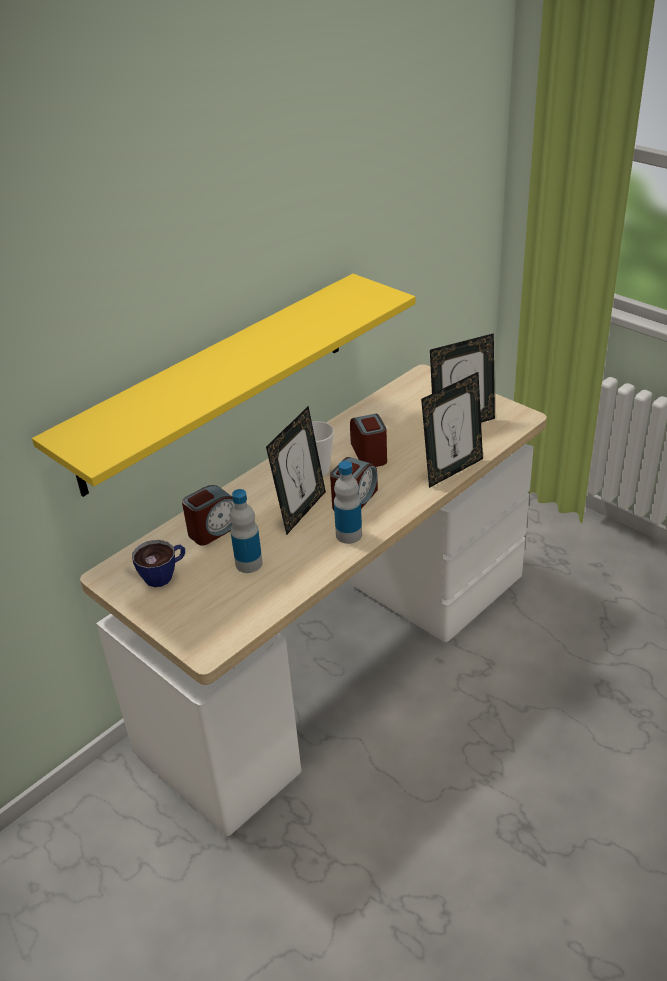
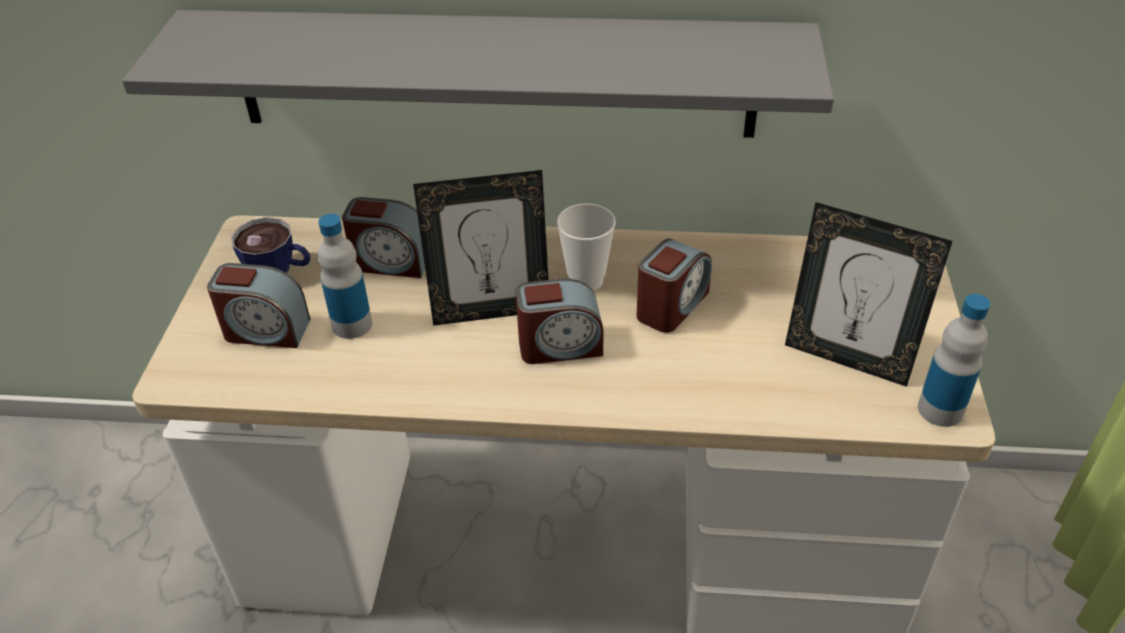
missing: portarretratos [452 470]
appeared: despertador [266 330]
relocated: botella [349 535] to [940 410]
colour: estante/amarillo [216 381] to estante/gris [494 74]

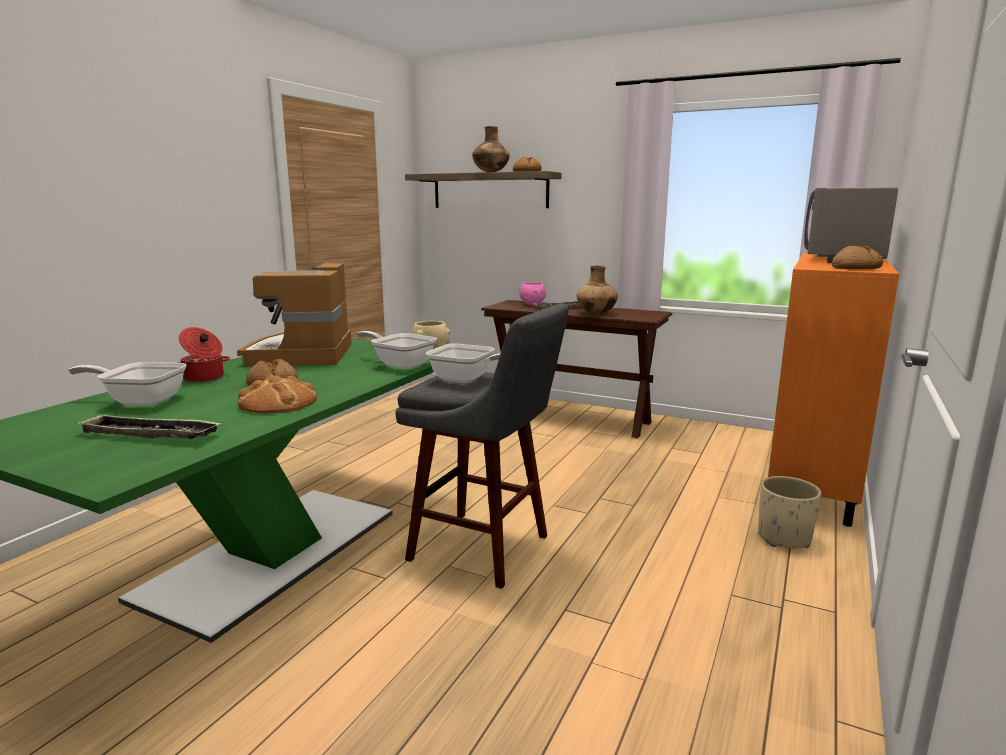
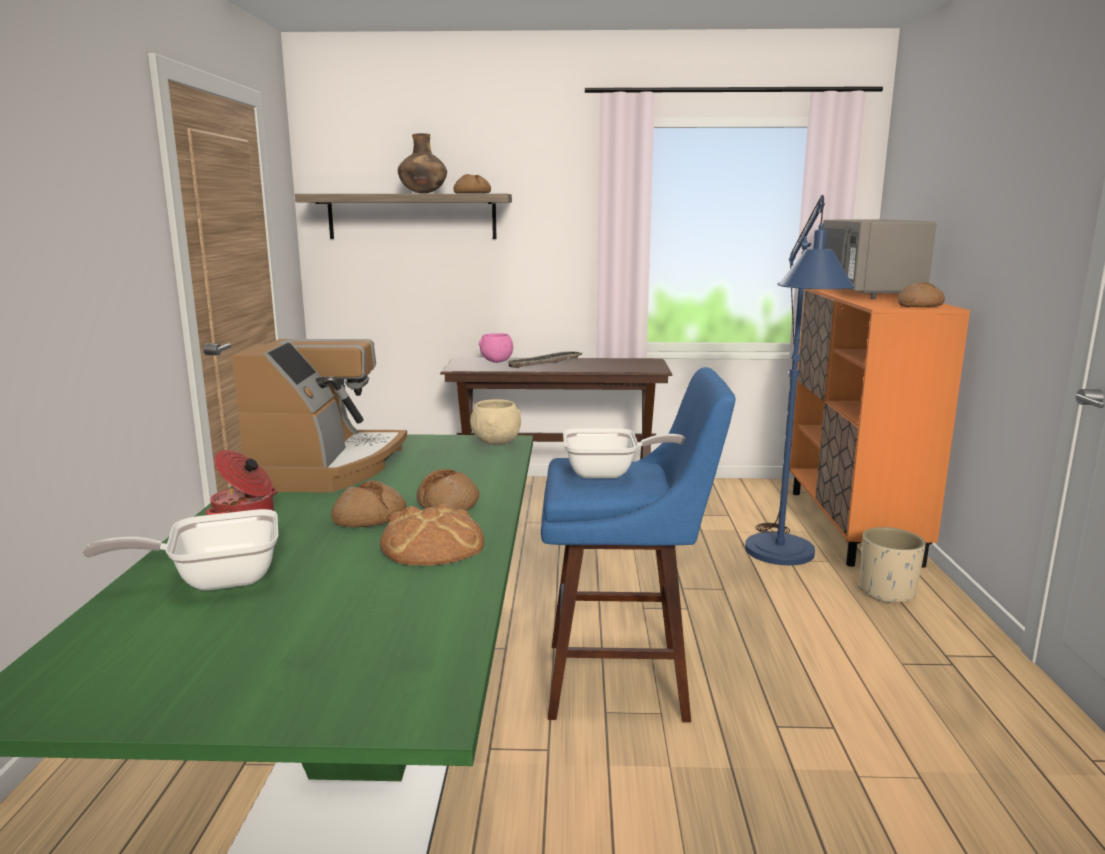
missing: florero/marrón [596 313]; sartén [400 364]; bandeja [149 434]
appeared: lámpara de pie/azul [781 559]; pan [448 504]
colour: taburete/gris [485 549] to taburete/azul [626 680]
spun: cafetera [302 355] = [326 468] 150 degrees counterclockwise

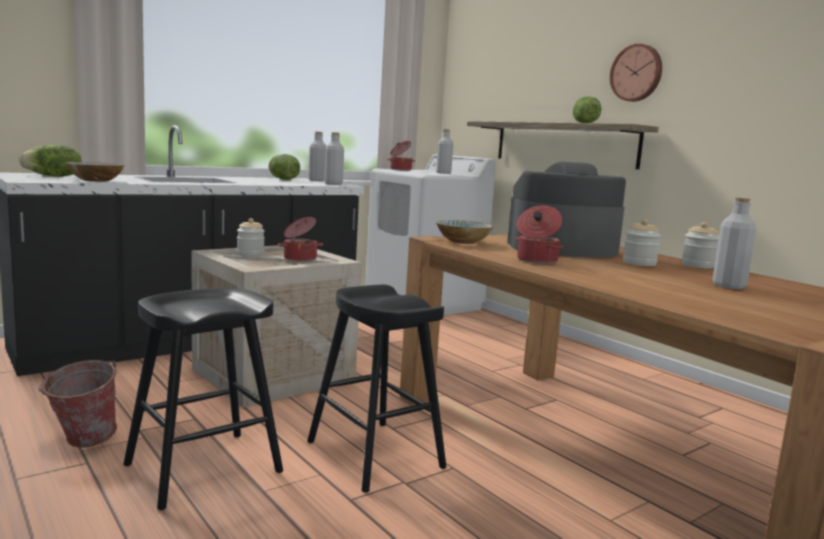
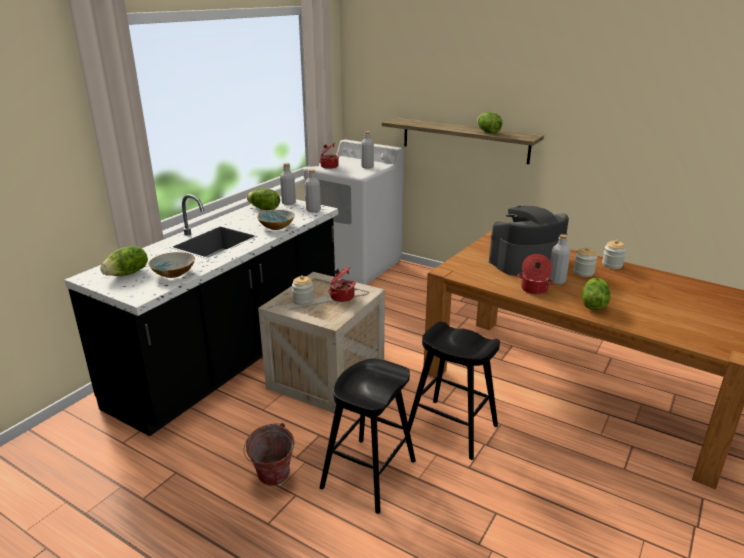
missing: reloj de pared [637 73]
appeared: lechuga [593 305]
relocated: botella/gris [728 286] to [556 281]; cuenco [464 242] to [277 226]

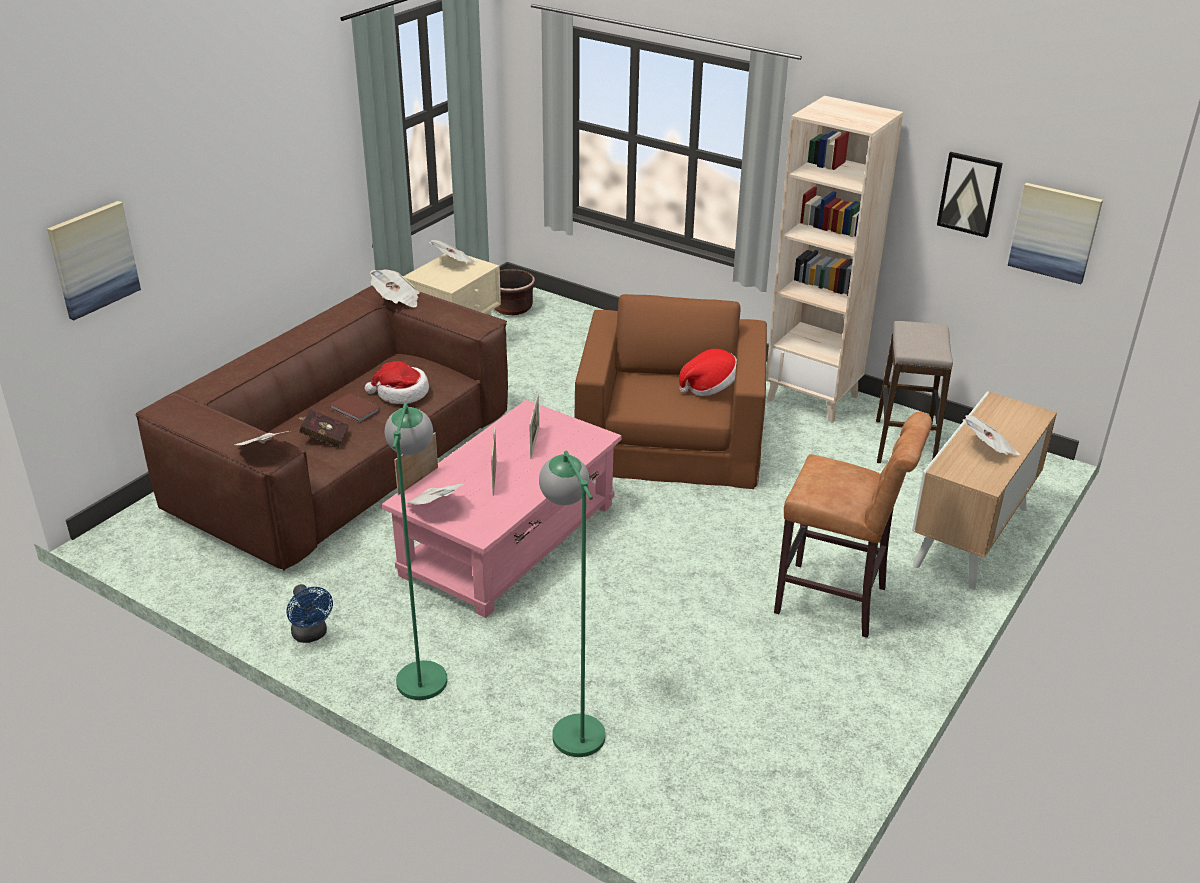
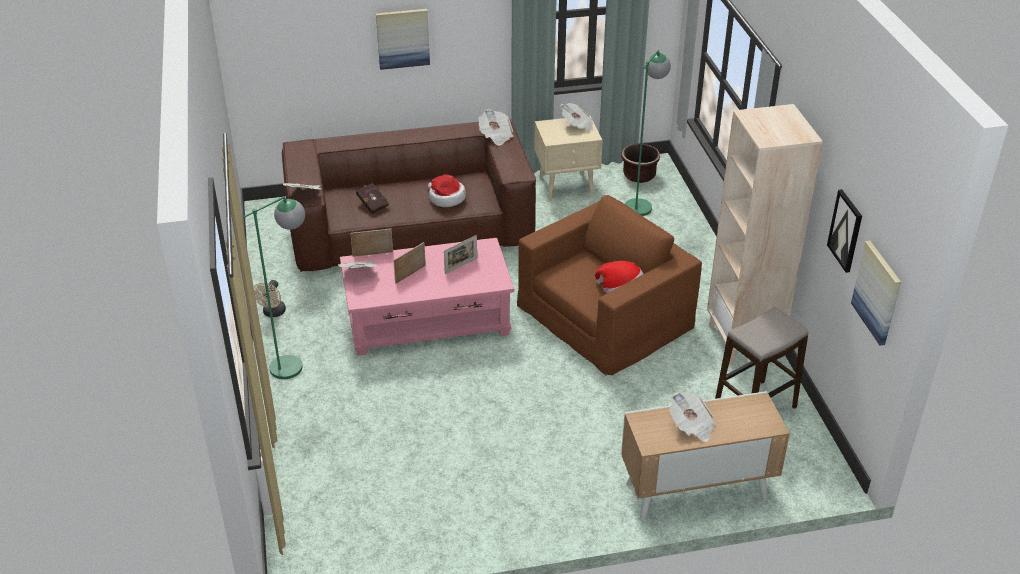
missing: libro/marrón [354 410]; taburete/marrón [837 602]
relocated: cuadro [93 259] to [403 38]; lámpara de pie/verde [572 723] to [641 203]
colour: ventilador/azul [311 635] to ventilador/beis [273 313]

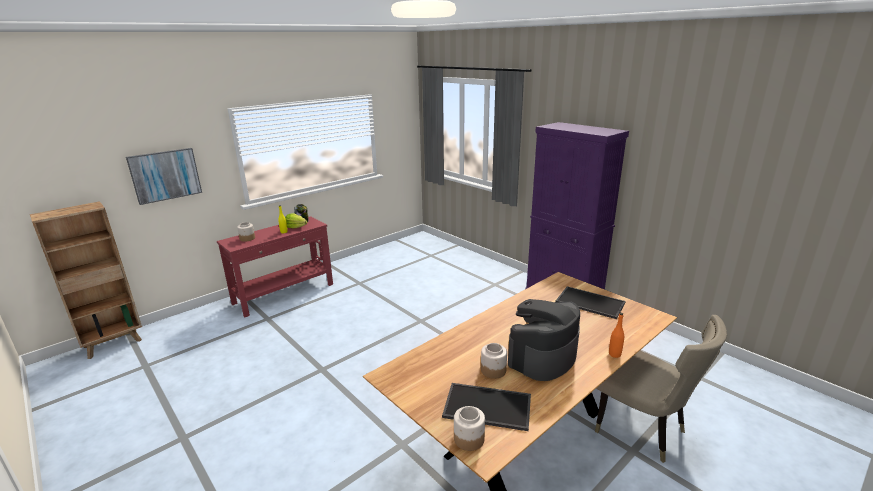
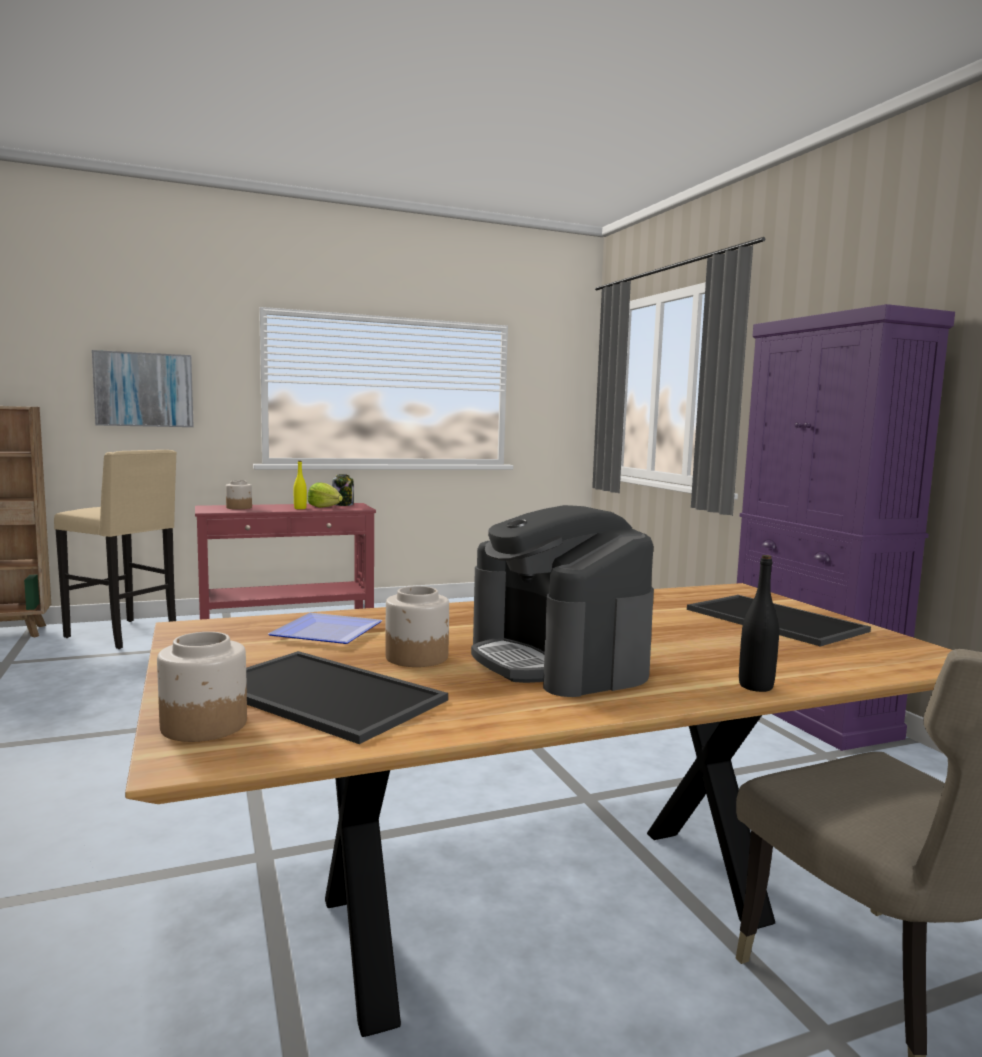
appeared: taburete/beis [125 635]; plato [325 632]
colour: botella/naranja [614 354] to botella/negro [755 686]
spun: cafetera [542 357] = [557 660] 90 degrees counterclockwise

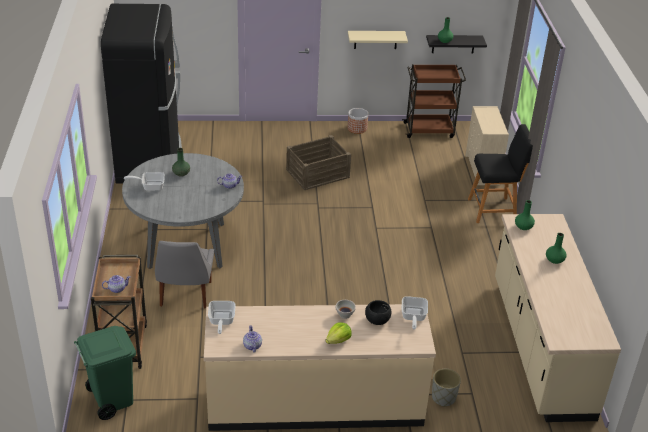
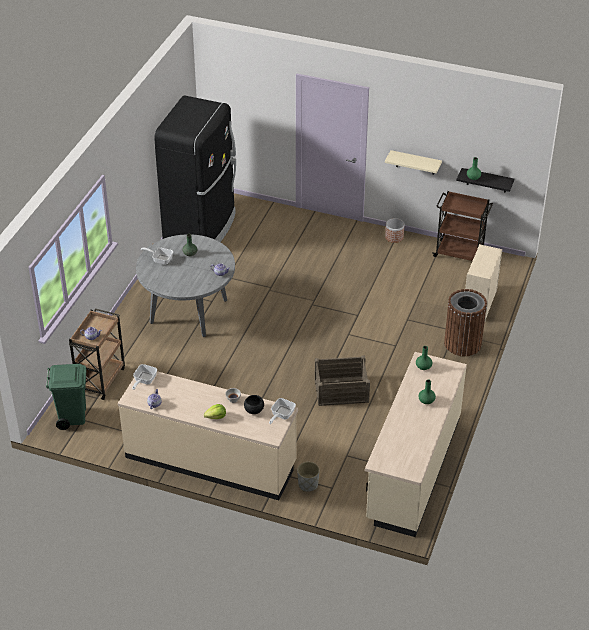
missing: silla/gris [185 295]
relocated: caja de embalaje [317 173] to [341 389]
exchanged: taburete/negro [494 210] to papelera/marrón [462 344]

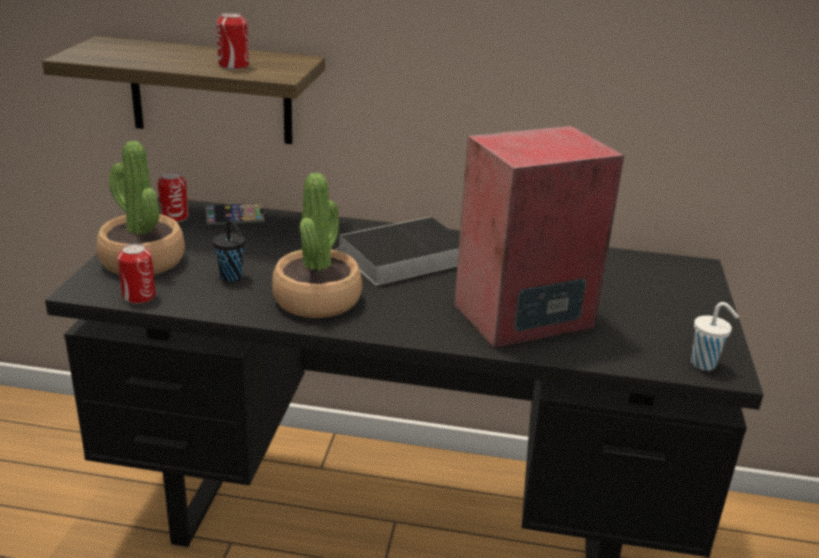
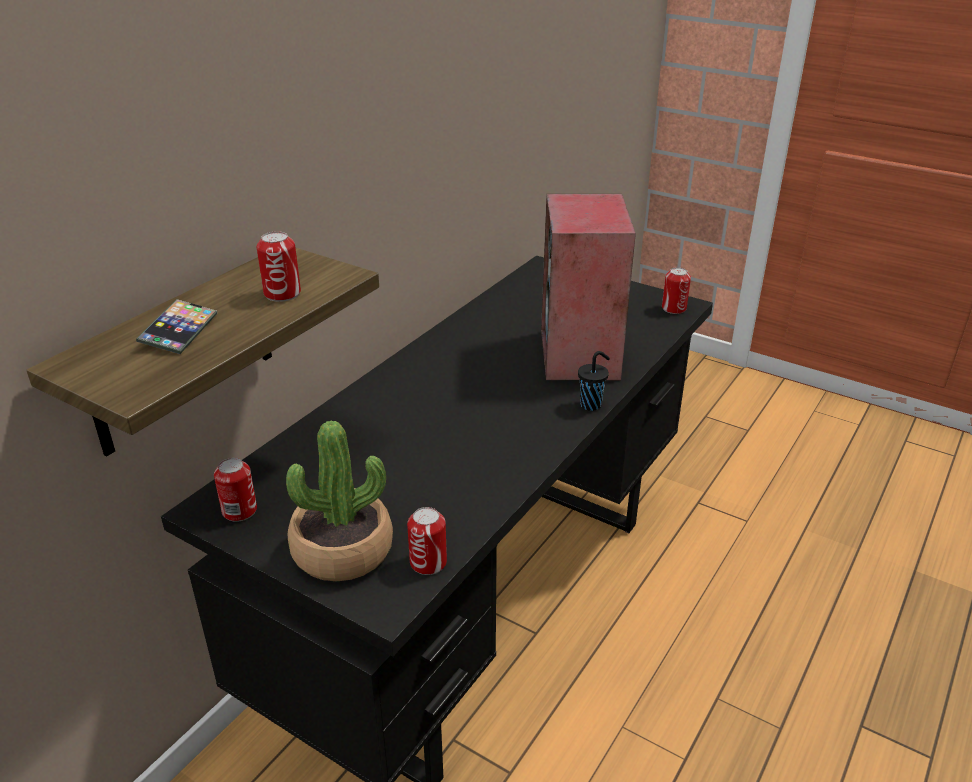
missing: planta en maceta [317 300]; libro [401 259]
relocated: móvil [235 218] to [179 331]; taza/negro [232 277] to [592 404]
exchanged: taza/blanco [705 364] to lata [674 308]

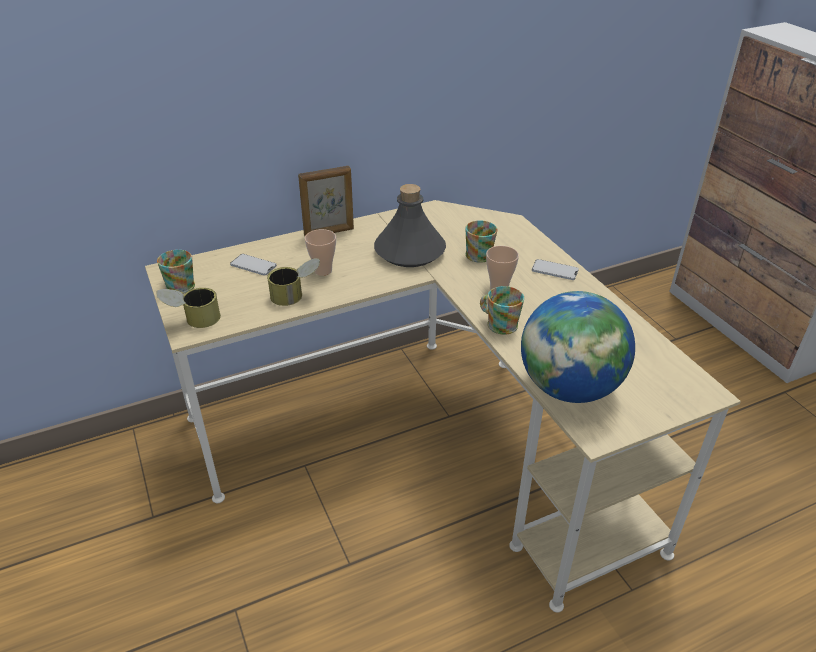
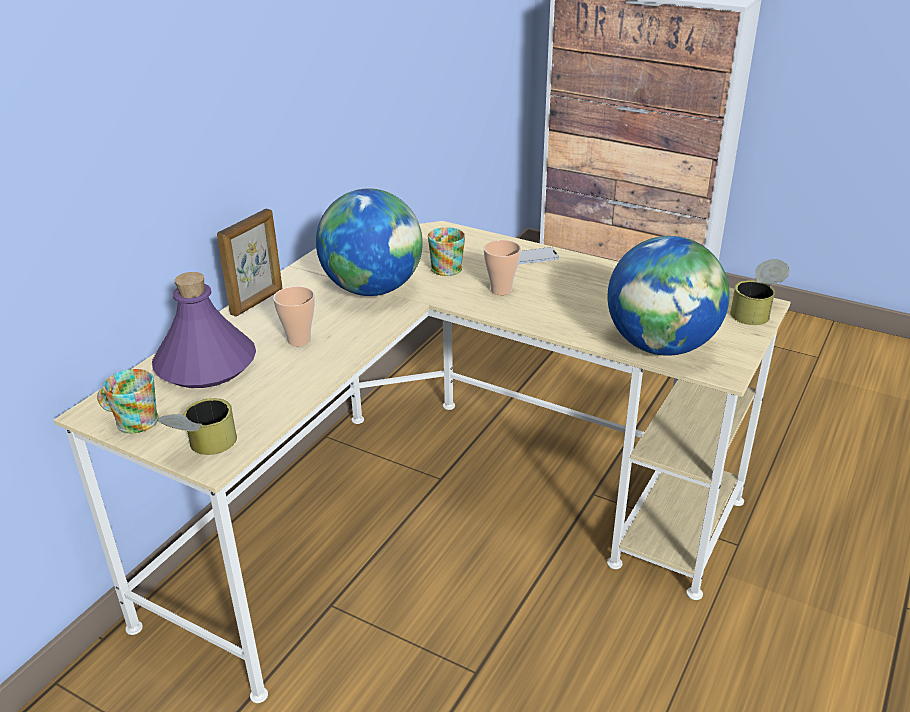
missing: taza grande [498 323]
relocated: lata [296 295] to [756 311]
exchanged: botella/gris [410 252] to globo terráqueo [372 289]; móvil [253 265] to botella/morado [206 365]

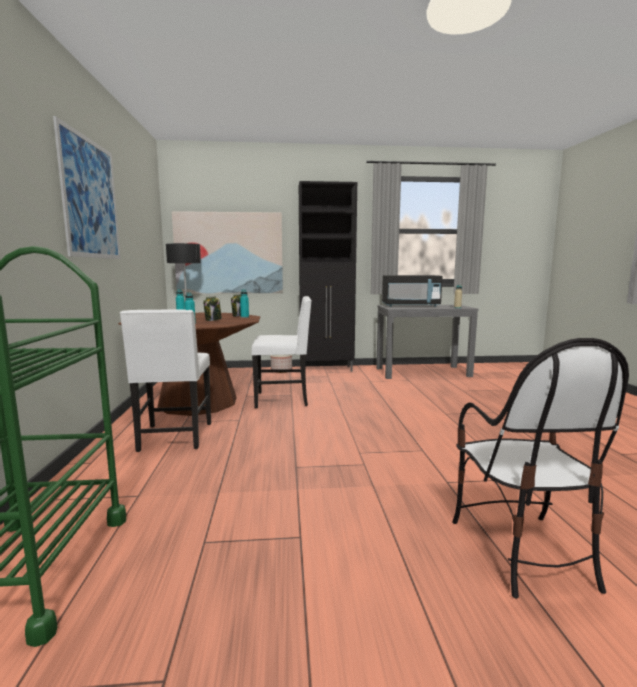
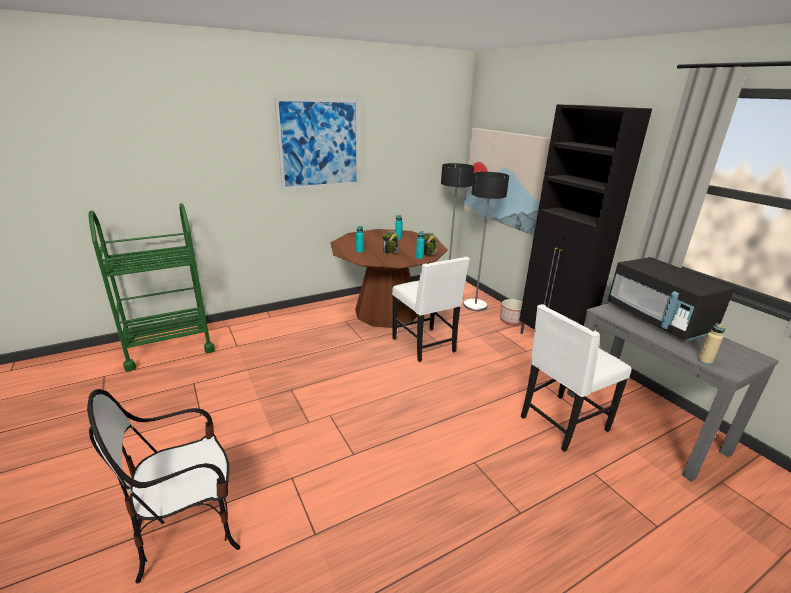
appeared: lámpara de pie [475 305]
relocated: silla/blanco [174 438] to [561 423]

